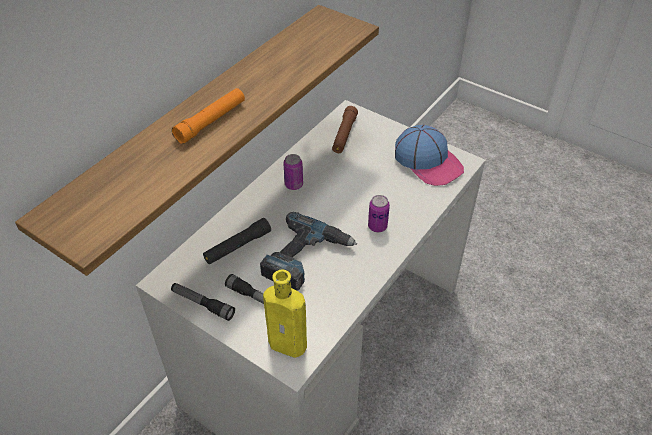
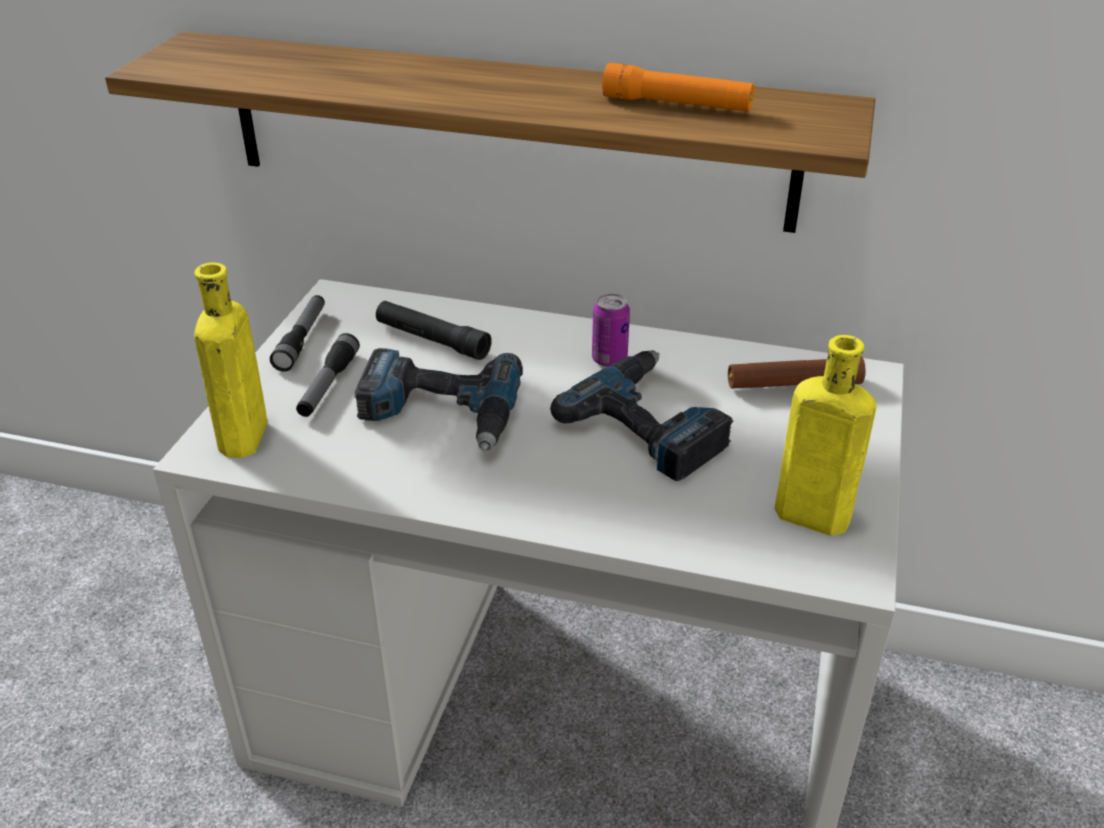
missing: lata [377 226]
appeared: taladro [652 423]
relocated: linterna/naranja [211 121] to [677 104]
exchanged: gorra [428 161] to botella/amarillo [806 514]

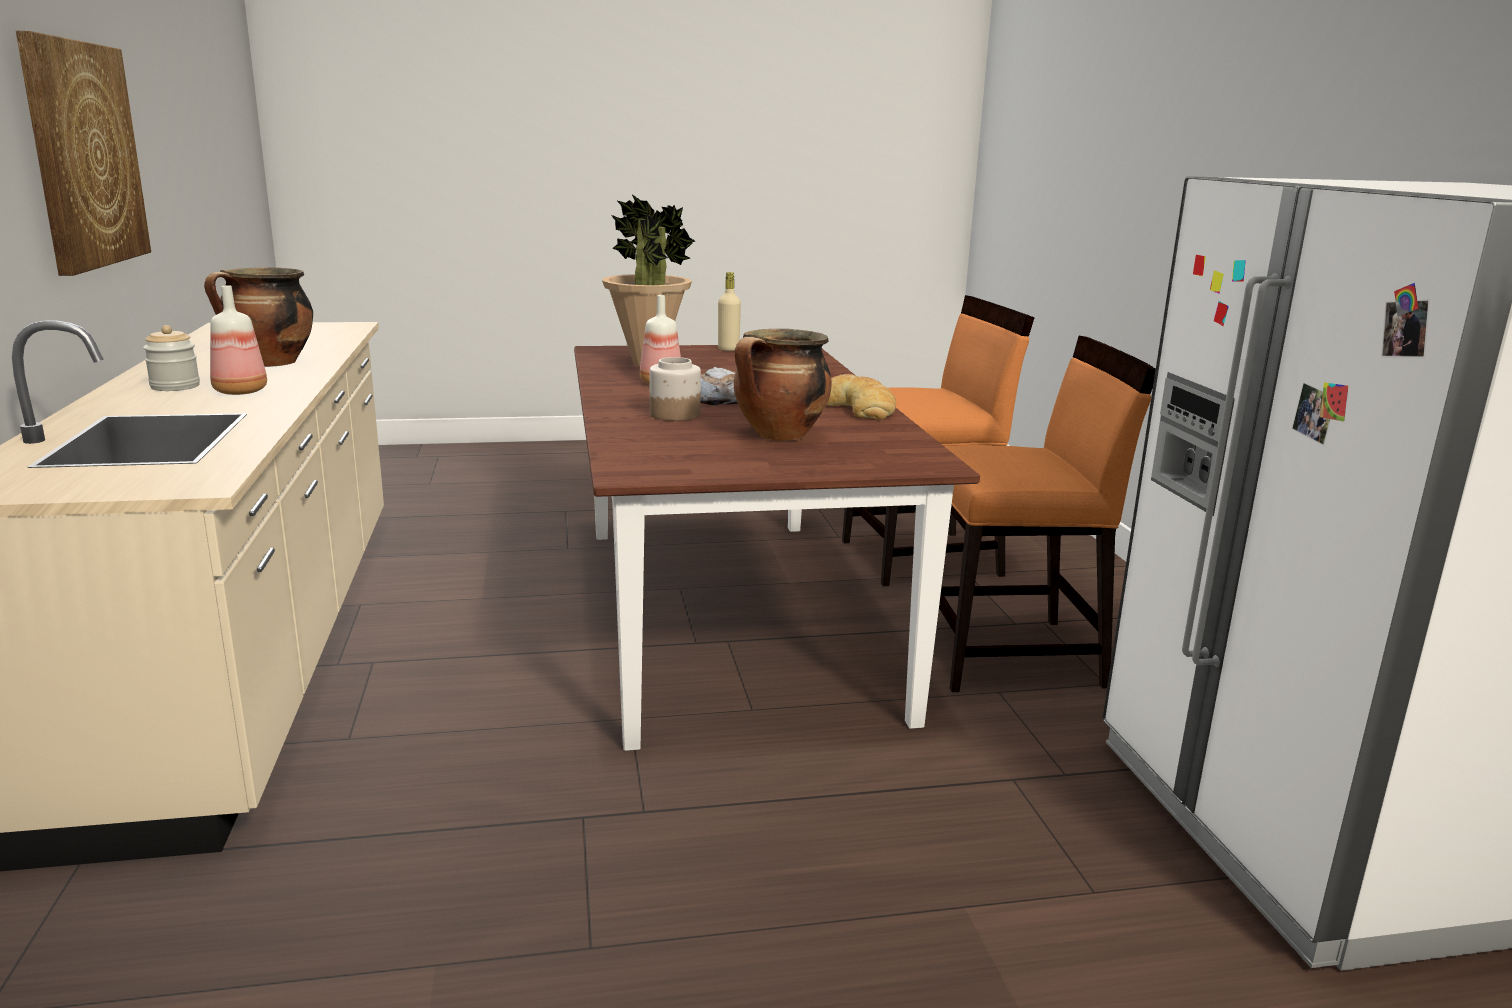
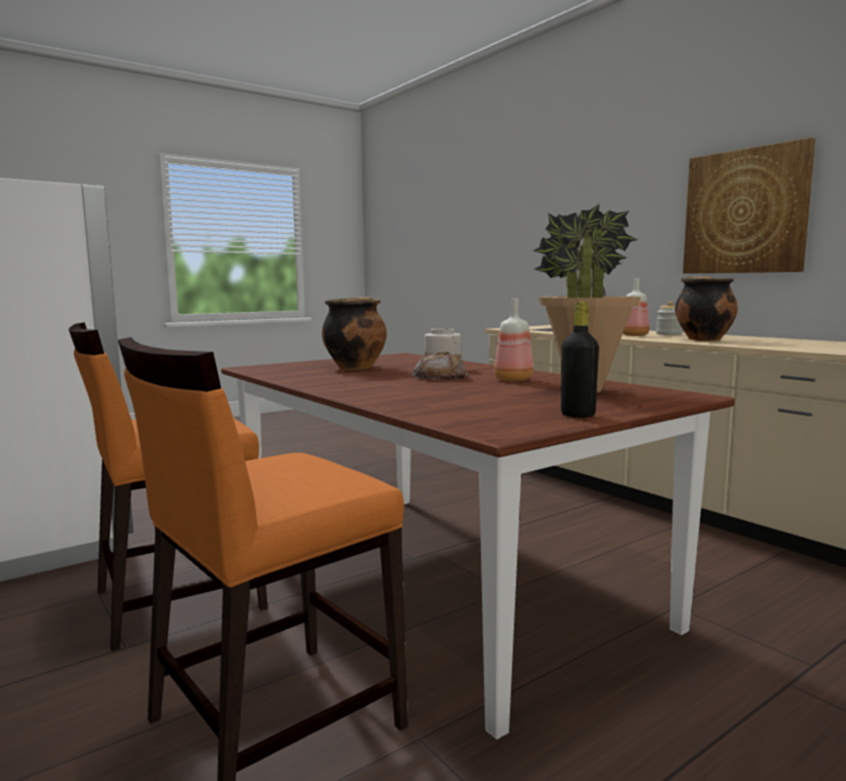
missing: pan [856 408]
colour: botella/beis [728 349] to botella/negro [577 415]

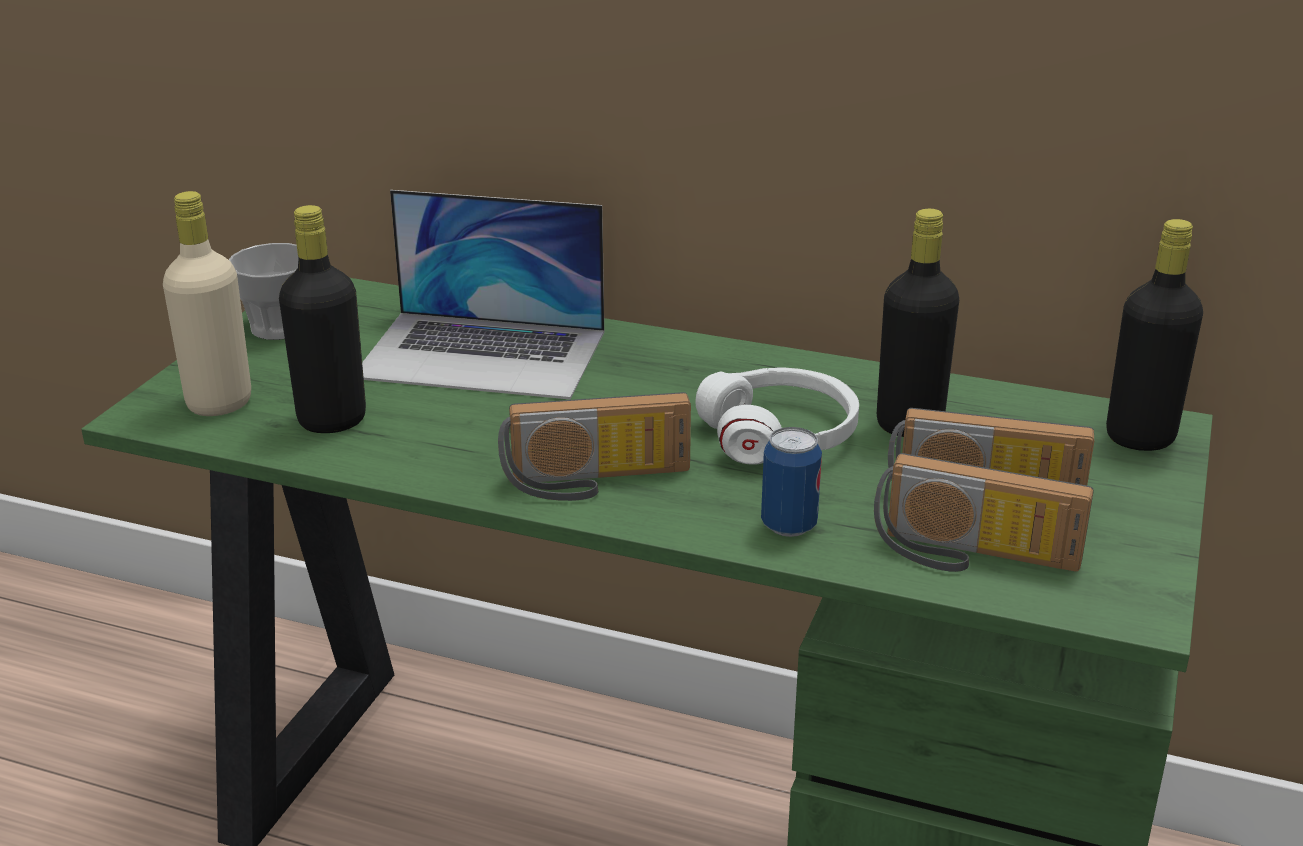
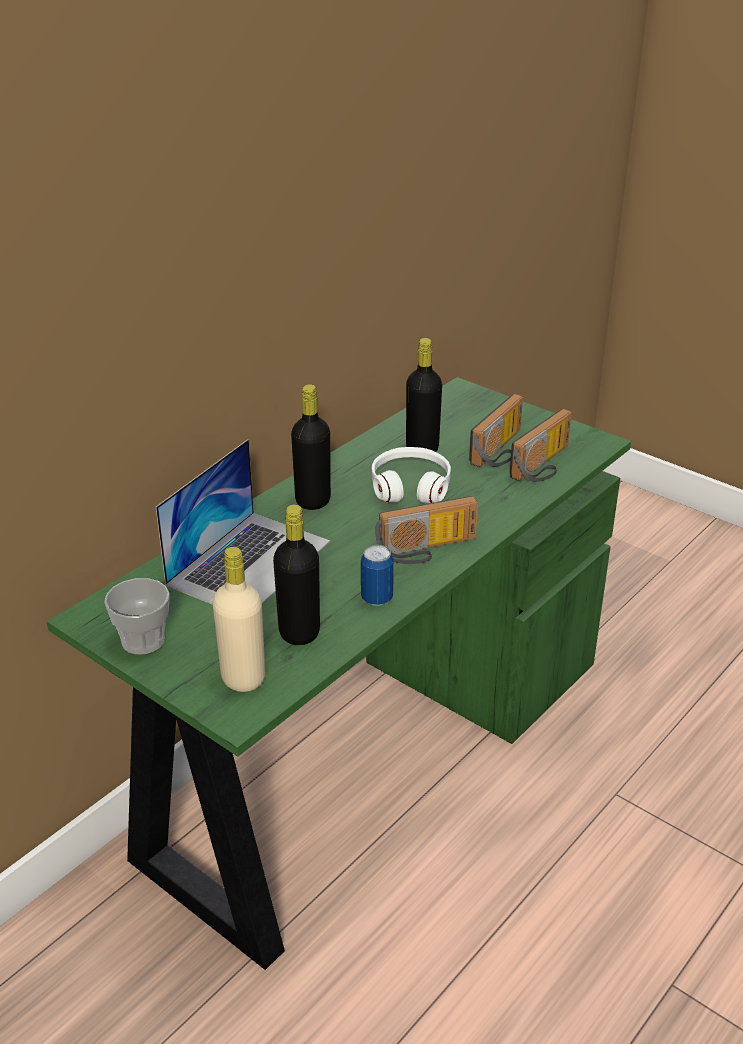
relocated: botella/negro [1140 437] to [313 501]; lata [789 525] to [377 598]
spun: radio [596 482] = [427 550] 60 degrees clockwise

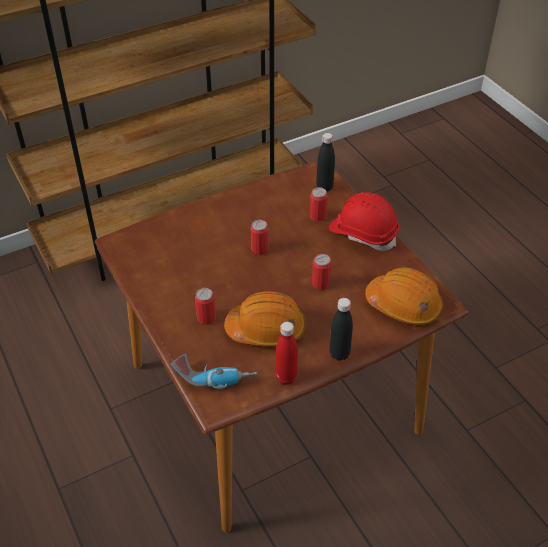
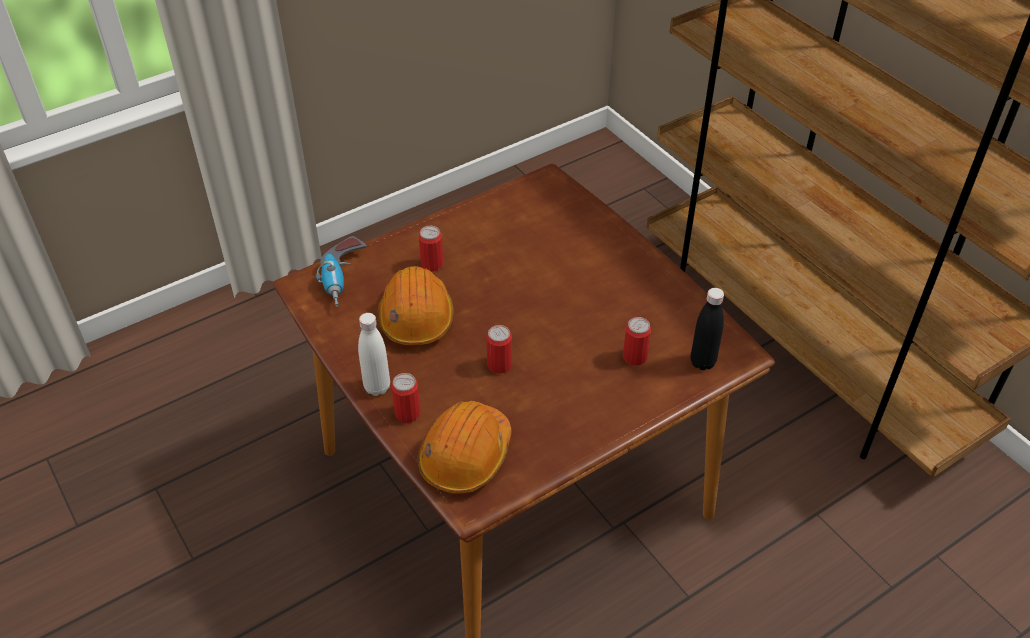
missing: casco/rojo [363 233]; botella/rojo [286 377]
relocated: lata [259 249] to [407 413]
colour: botella/negro [339 354] to botella/blanco [377 387]

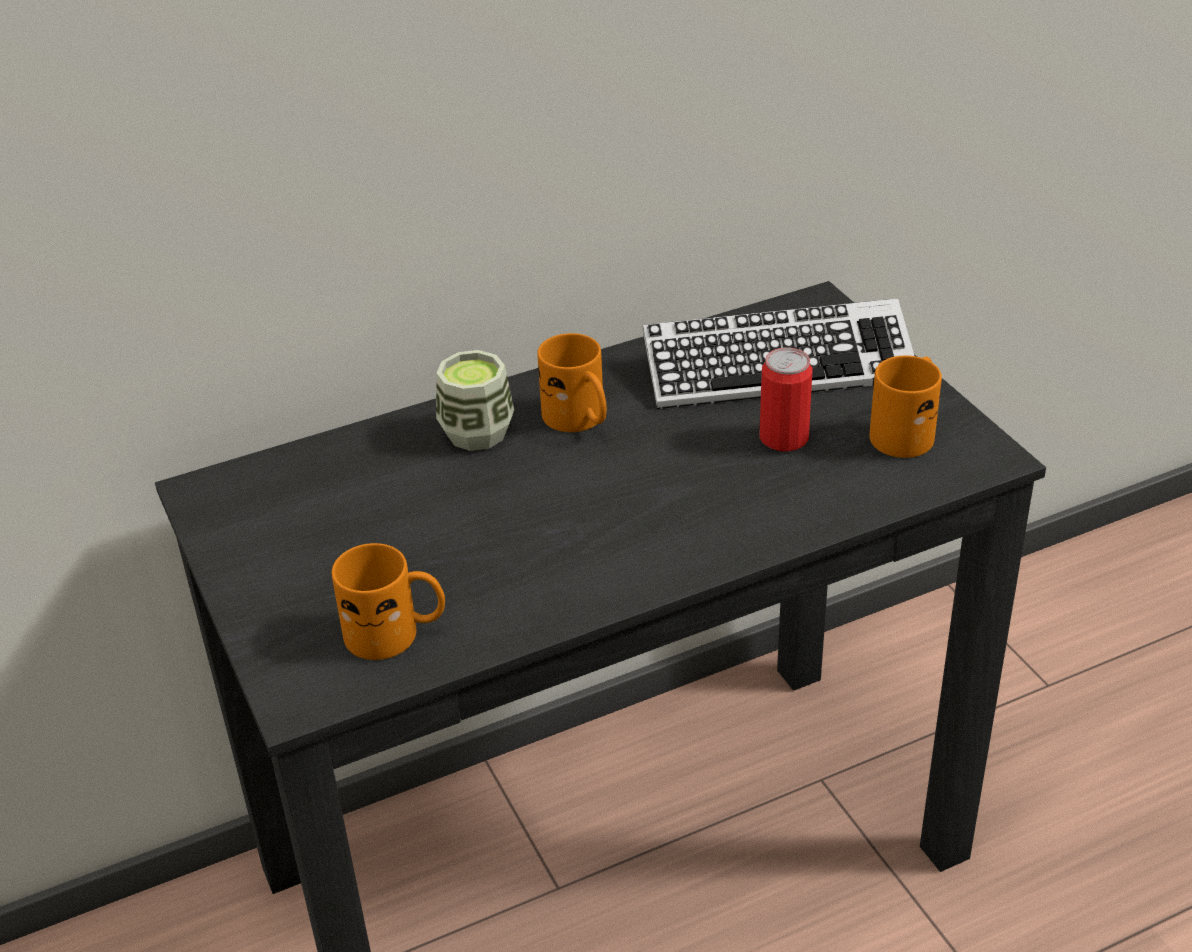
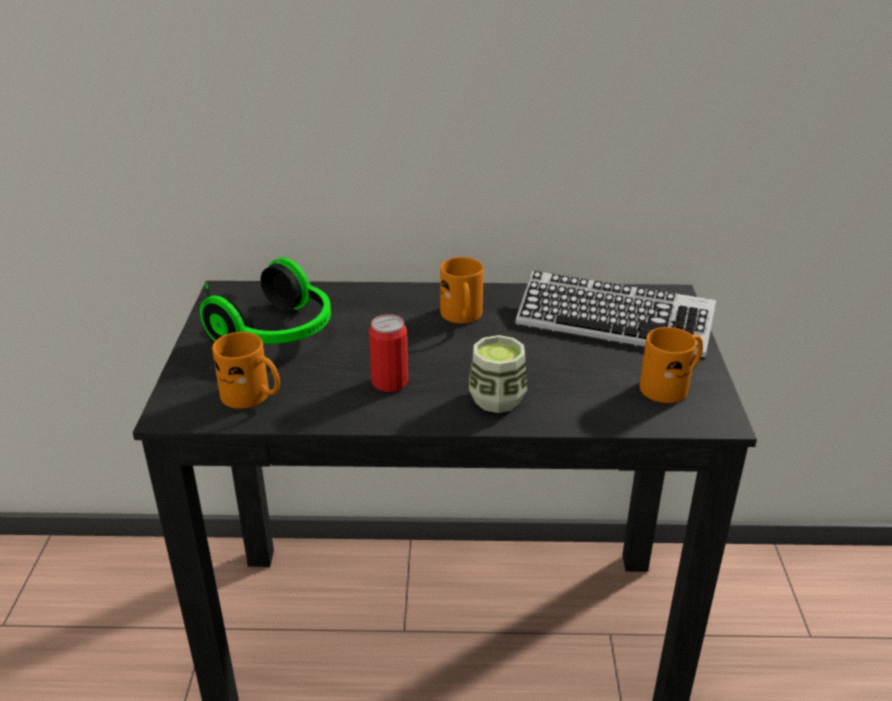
appeared: auriculares [279 334]
relocated: lata [784 438] to [390 382]; taza [477 433] to [497 399]

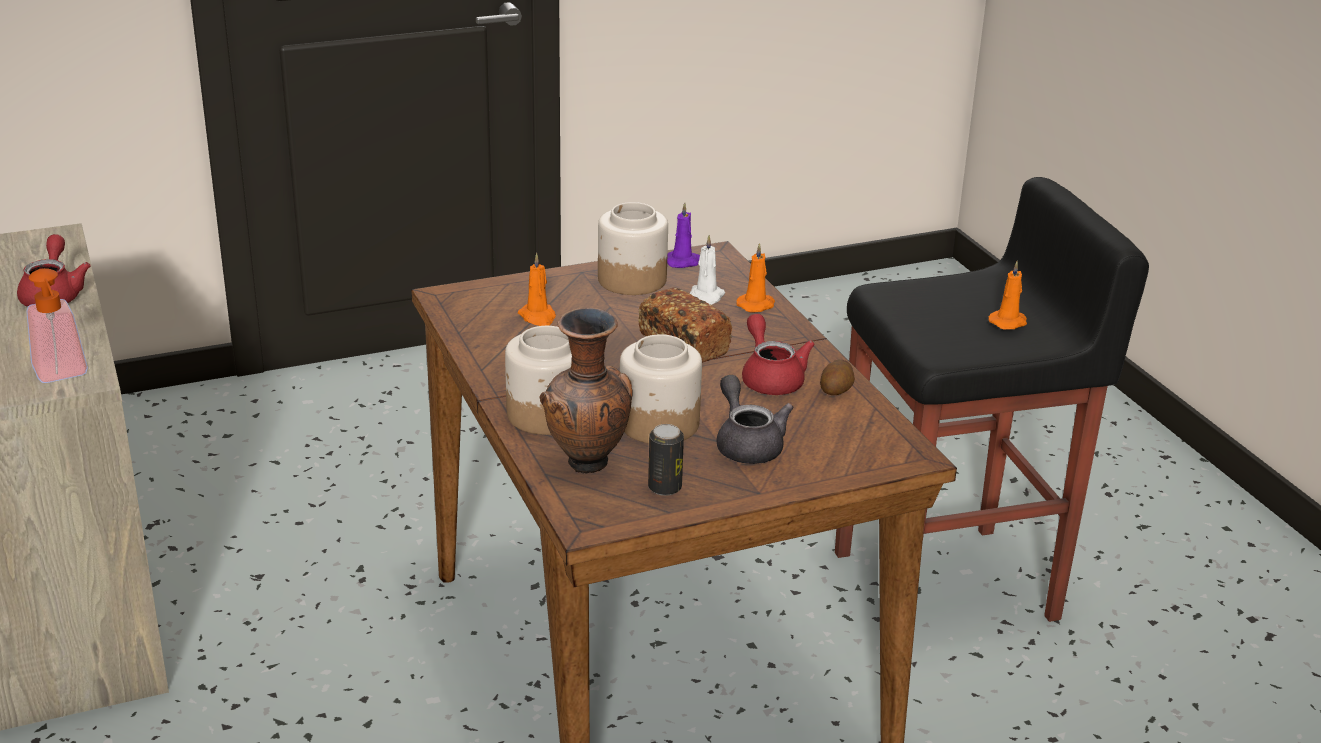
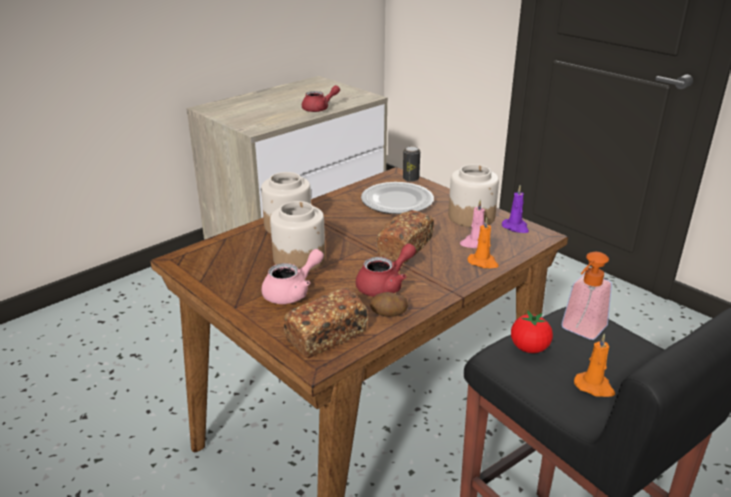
missing: florero/marrón [587 466]
appeared: pan [326 336]; tomate [529 348]
relocated: dispensador de jabón [62 375] to [580 331]; lata [665 487] to [411 179]
exchanged: vela/naranja [538 317] to plato [396 201]
colour: vela/blanco [705 297] to vela/rosa [474 243]; tetera/gris [747 444] to tetera/rosa [292 292]

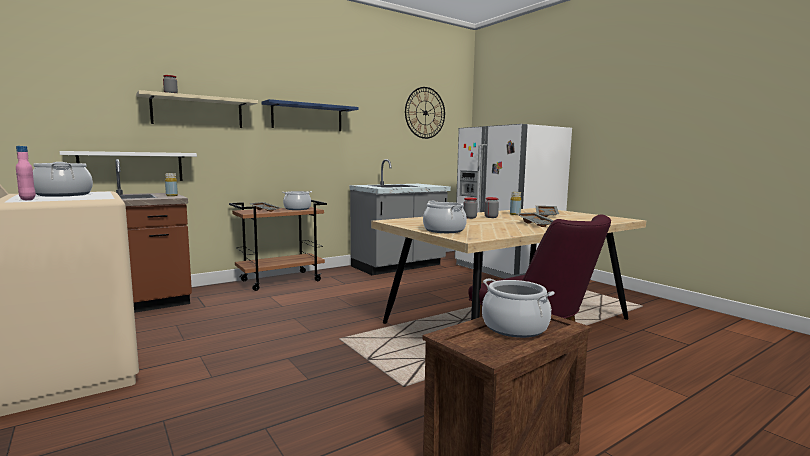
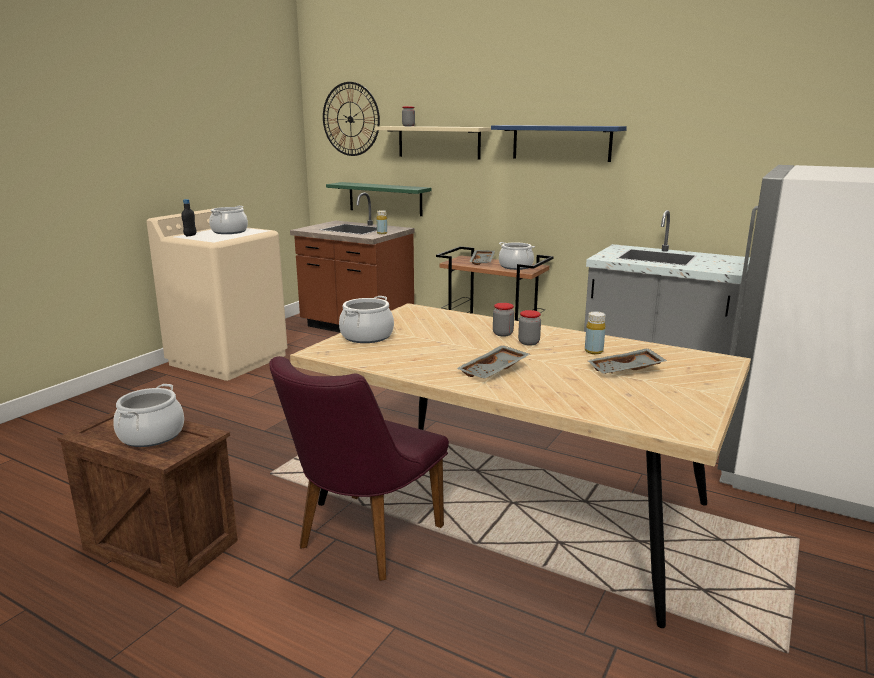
relocated: reloj de pared [425 113] to [350 119]
colour: botella/rosa [27 199] to botella/negro [190 235]; estante/blanco [132 166] to estante/verde [385 198]

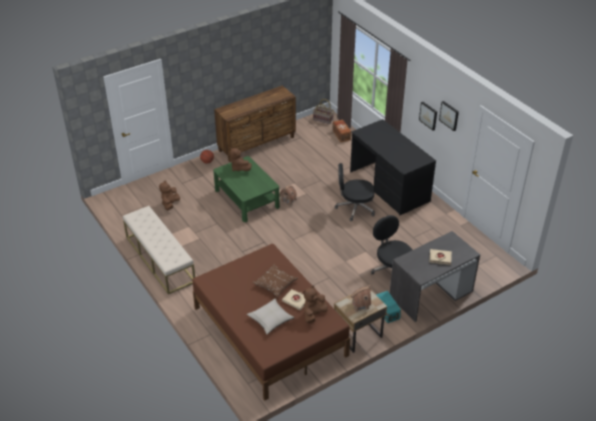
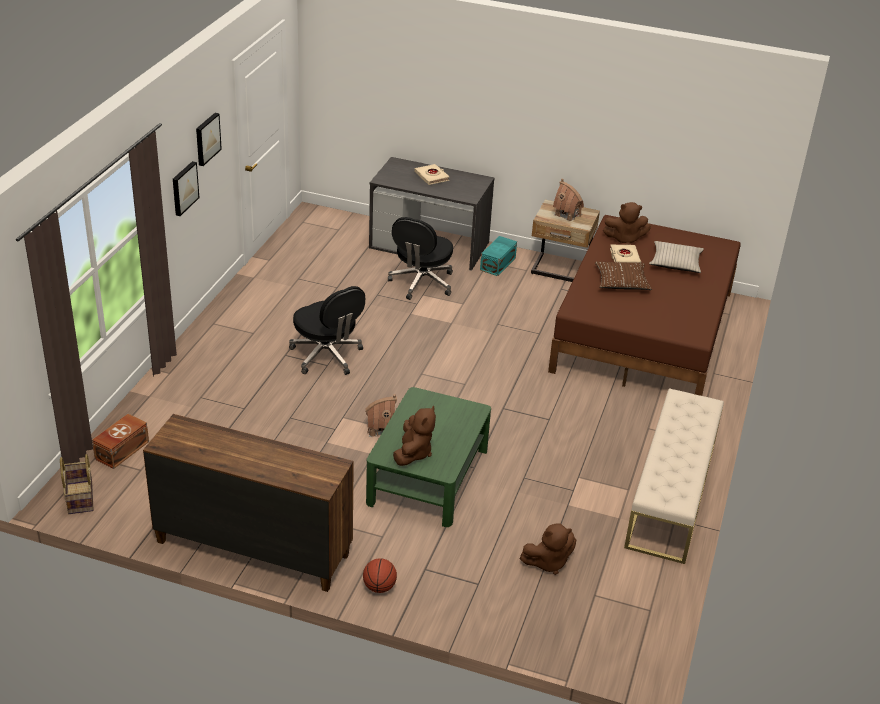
missing: escritorio/negro [389 186]

